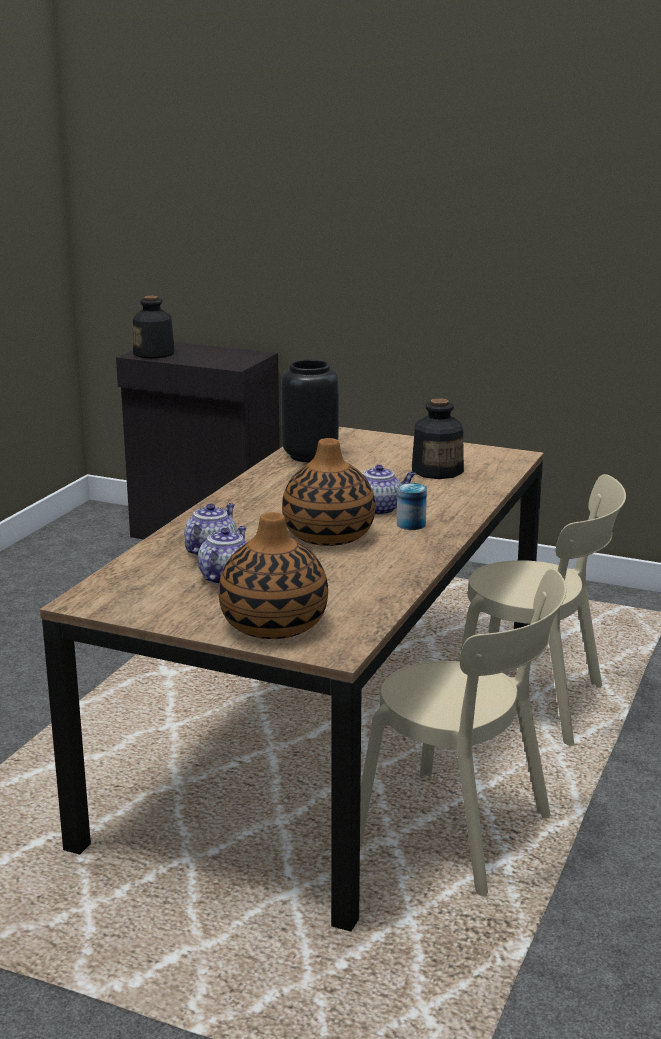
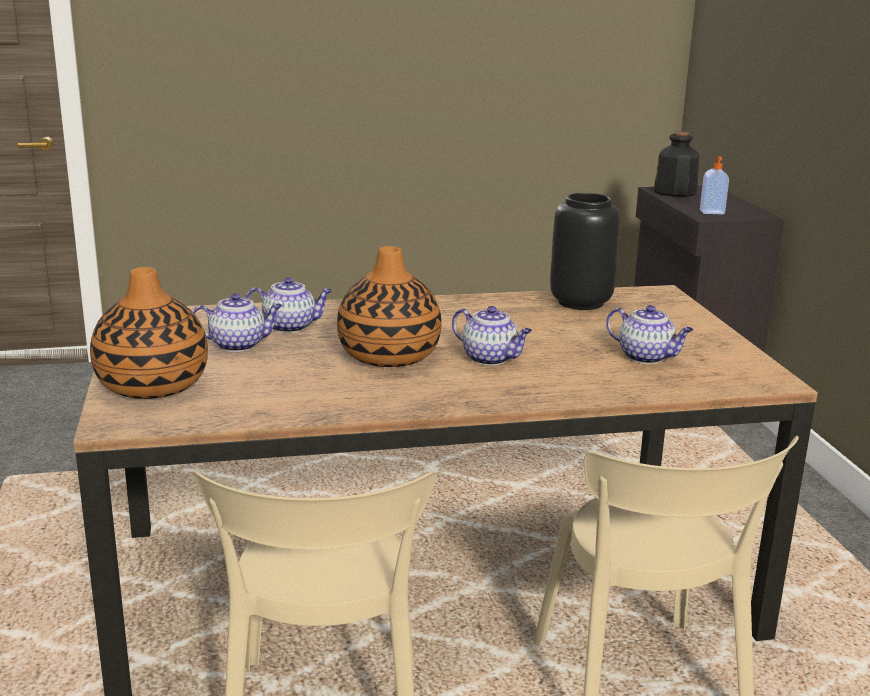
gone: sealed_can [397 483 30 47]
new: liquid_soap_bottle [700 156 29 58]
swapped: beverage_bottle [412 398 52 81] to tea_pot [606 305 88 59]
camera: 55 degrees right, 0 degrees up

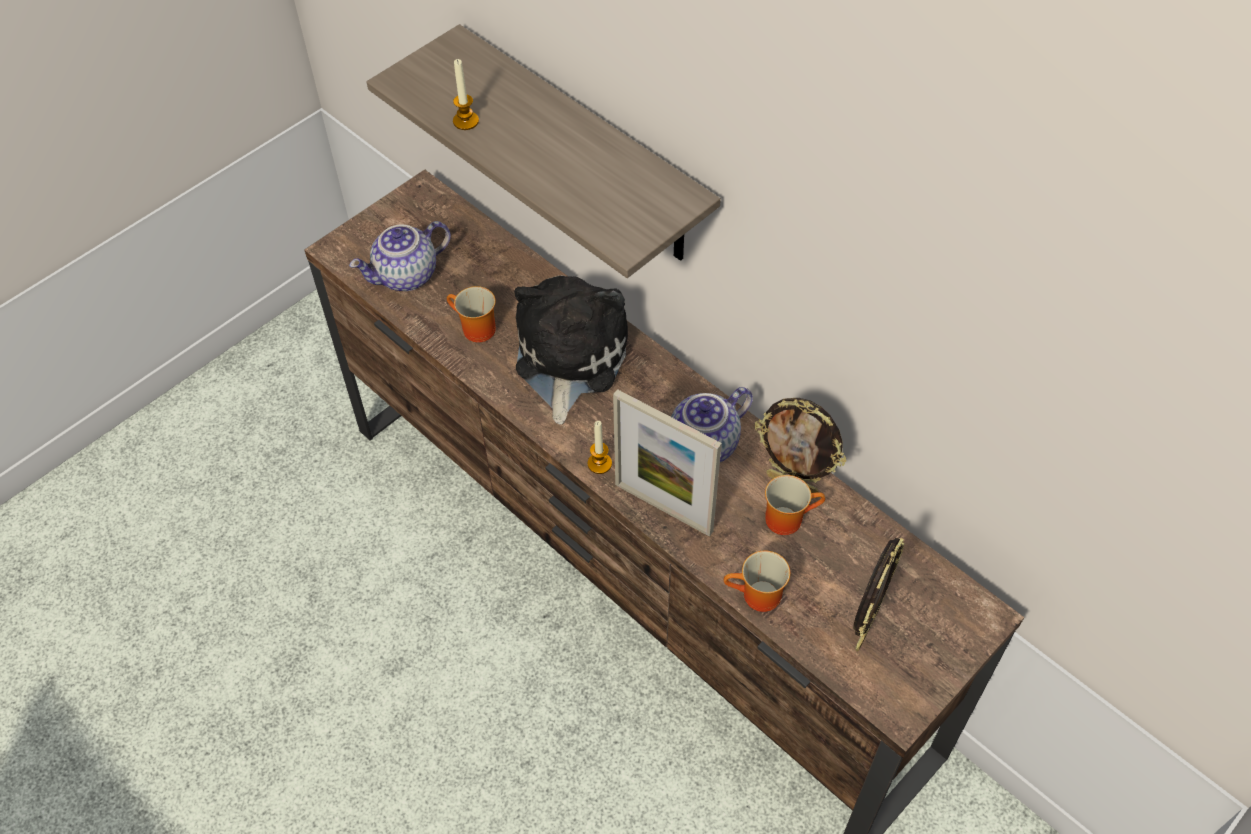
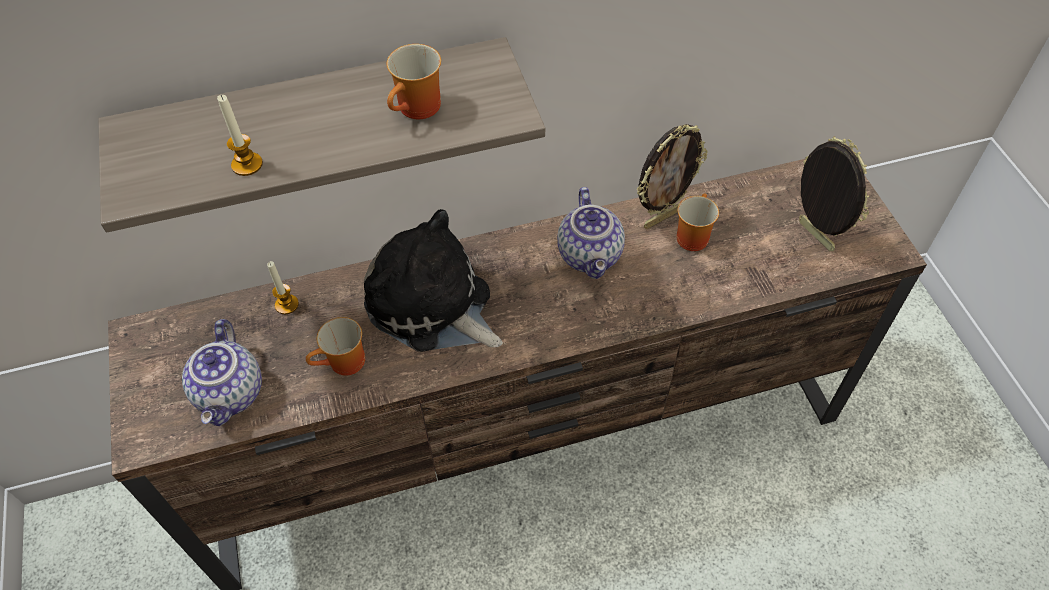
gone: standing_frame [613 389 109 148]
shifted: wax_candle [587 421 25 53] to [267 261 32 53]; mug [724 551 66 61] to [387 44 54 75]
camera: 60 degrees left, 0 degrees up

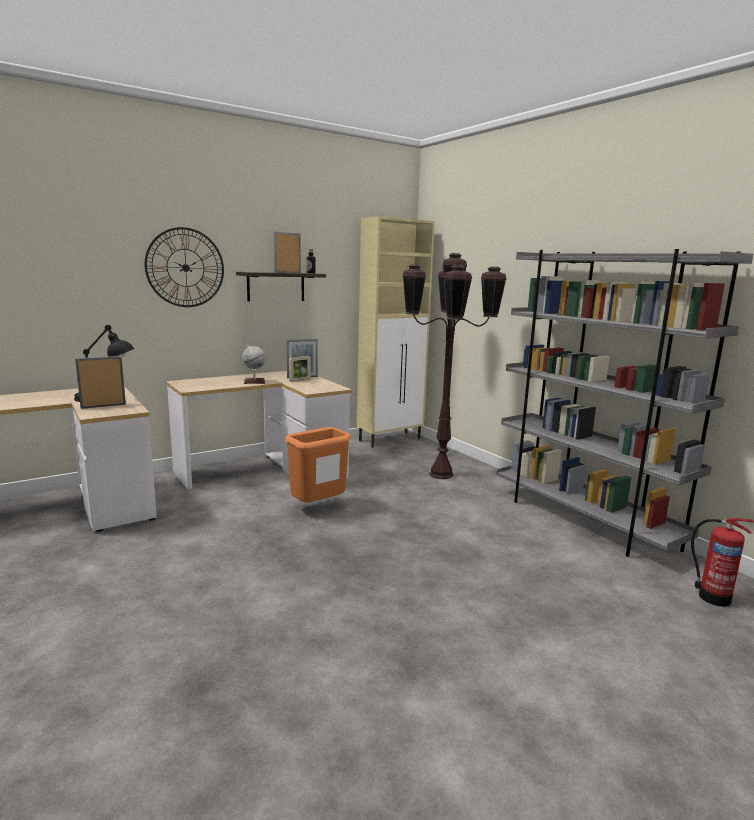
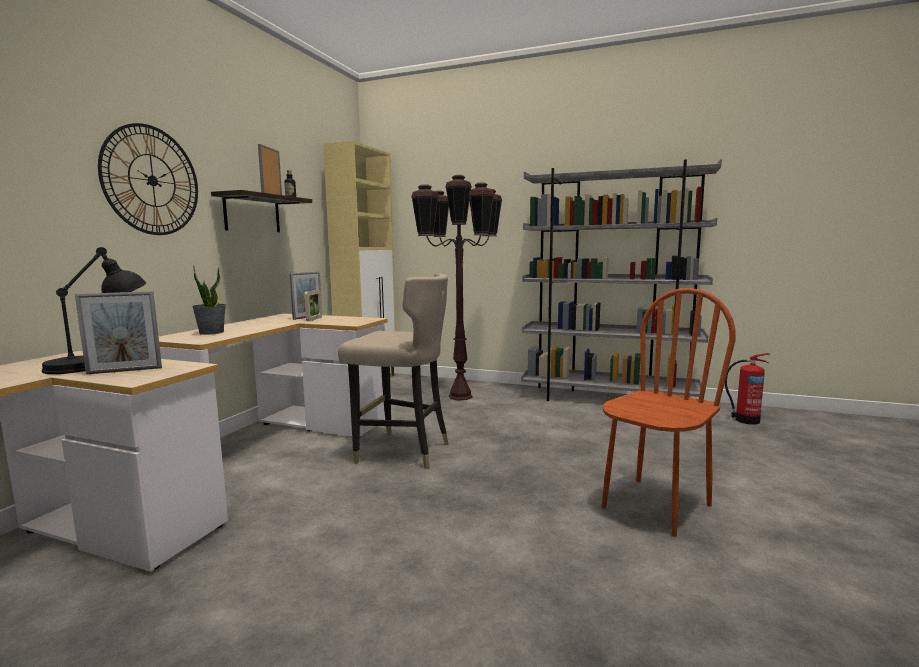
gone: globe [240 345 26 39]
new: plant_in_a_pot [192 265 34 70]; brownish_upright_chair [602 288 134 249]
swapped: orange_waste_bin [285 427 66 75] to beige_sitting_stool [338 273 111 196]
rotated: standing_frame [75 356 51 53] = [75 291 87 84] 135 degrees counterclockwise
camera: 35 degrees left, 5 degrees down

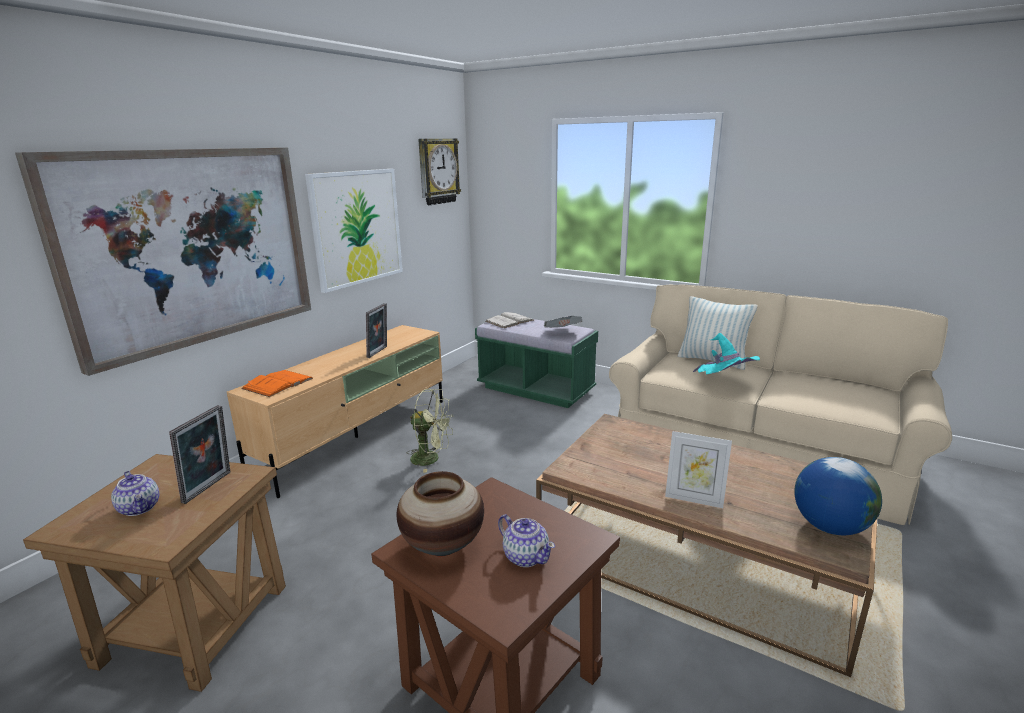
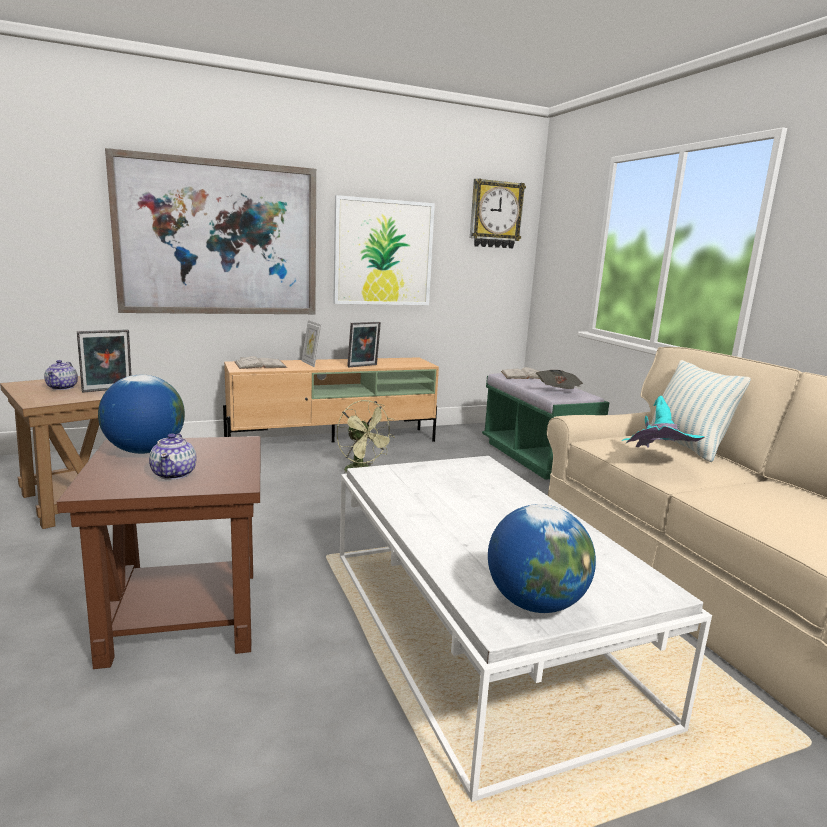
shifted: standing_frame [665 431 67 77] to [302 320 19 47]
swapped: flower_vase [397 471 87 86] to globe [98 375 87 79]
repainted: orange_bound_book [241 370 72 27] to white_bound_book [235 356 52 13]; brownish_coffee_table [536 414 341 263] to white_coffee_table [340 456 372 346]
camera: 35 degrees right, 5 degrees down

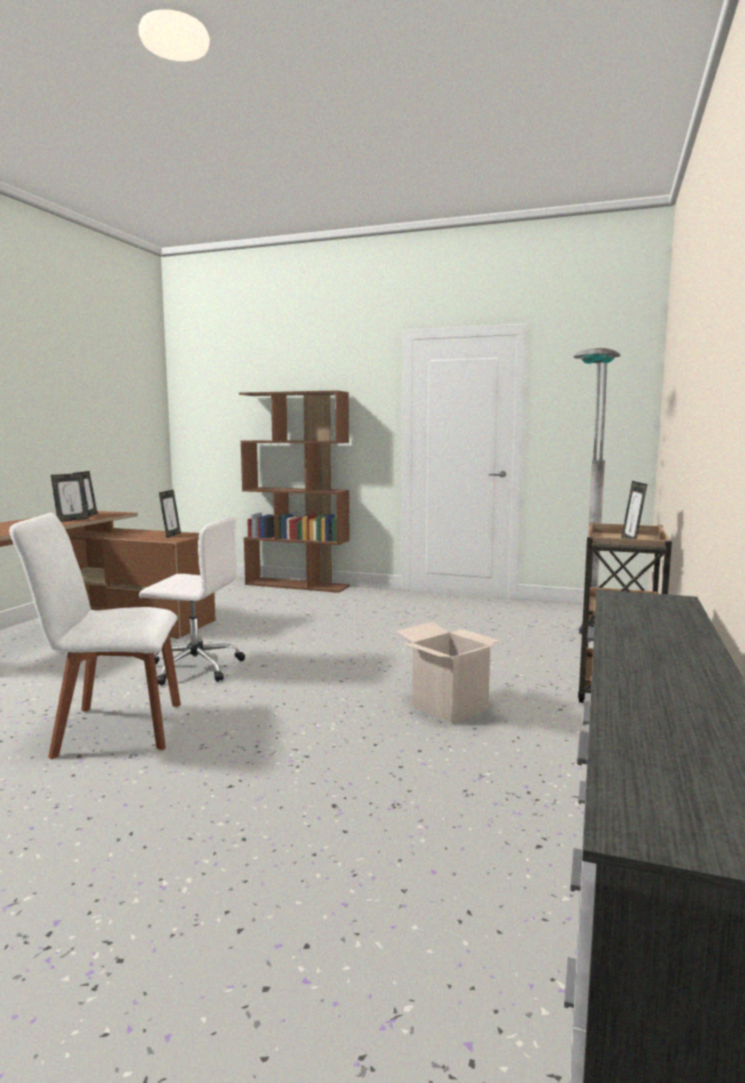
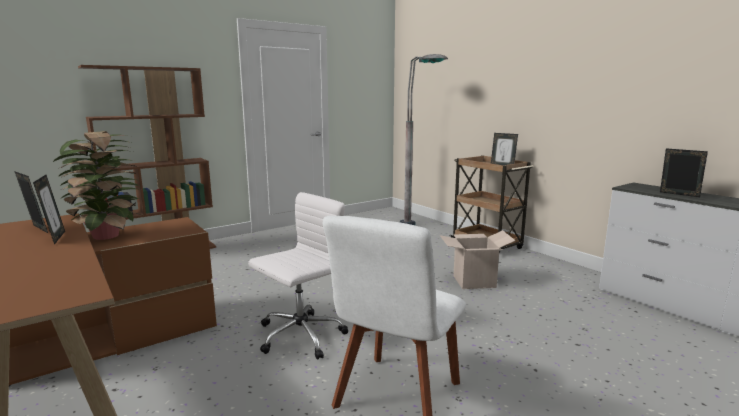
new: plant_in_a_pot [53 131 88 109]
shifted: standing_frame [159 490 22 48] to [660 148 48 49]
camera: 55 degrees left, 5 degrees up

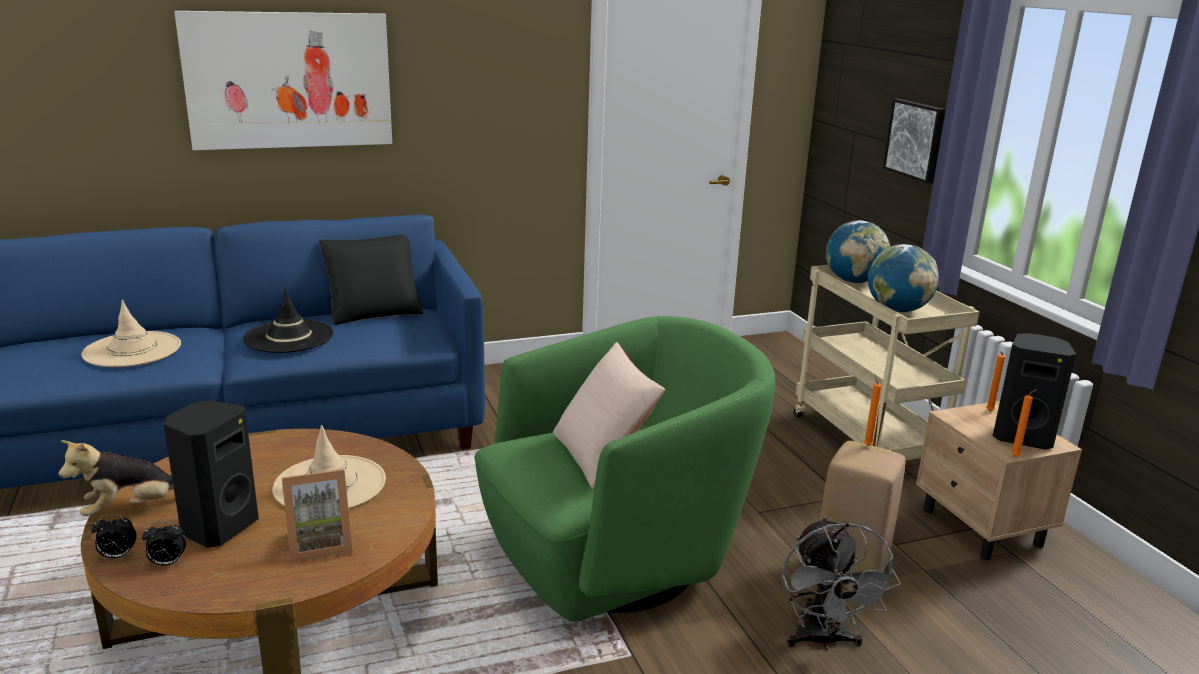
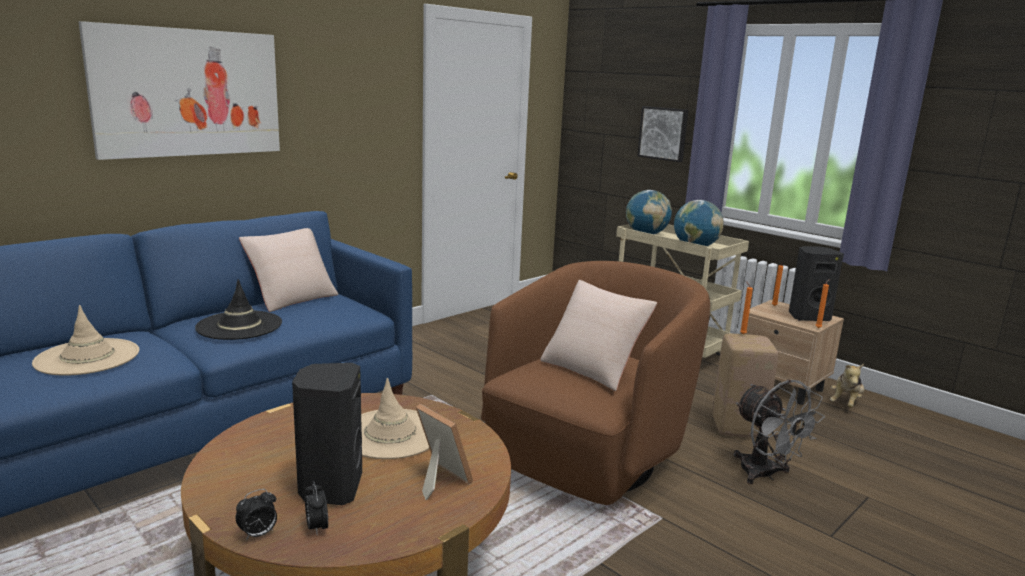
shifted: cuddly_toy [59 440 115 76] to [830 364 34 44]
repainted: black_cushion [319 235 104 90] to beige_cushion [239 228 100 84]; green-coloured_easy_chair [474 316 301 306] to brownish_easy_chair [481 261 229 244]
rotated: bedside_clock [142 521 44 45] = [305 481 23 55] 105 degrees clockwise; standing_frame [282 469 71 94] = [416 404 57 96] 90 degrees counterclockwise
camera: 25 degrees left, 5 degrees down

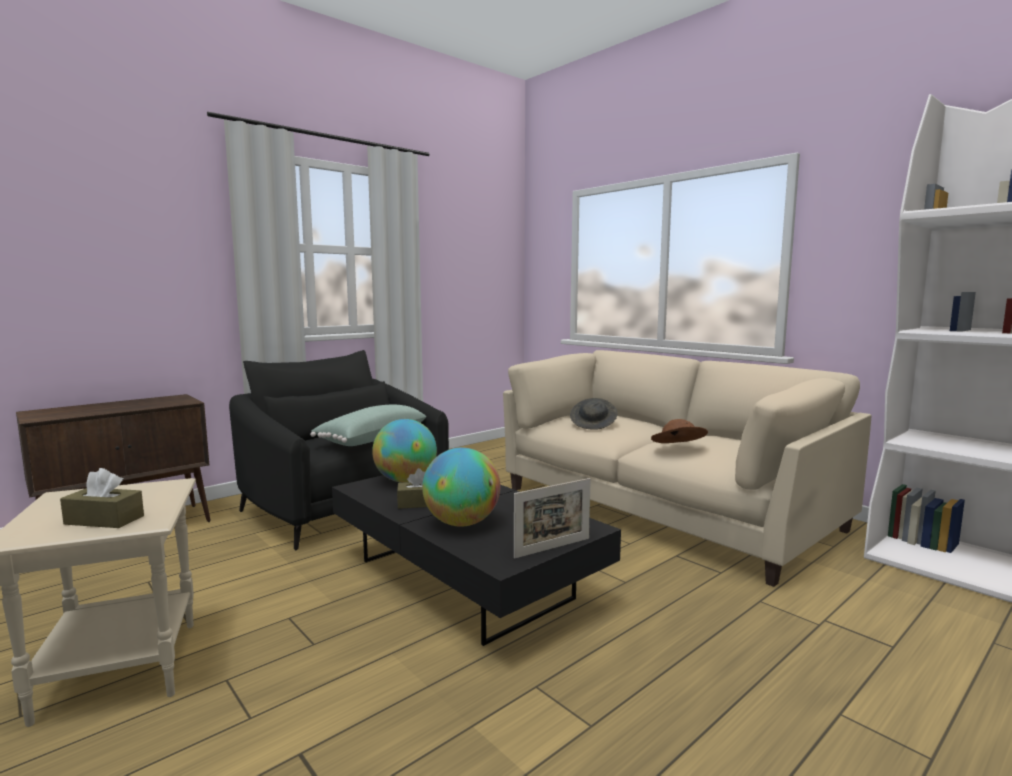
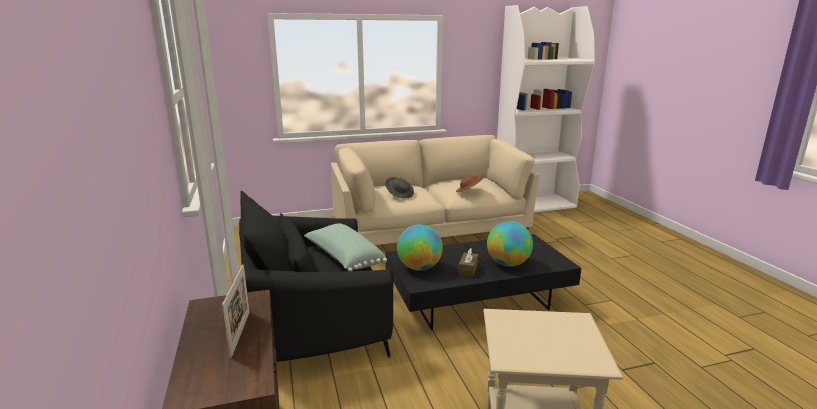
gone: brownish_box_of_tissues [60 468 84 60]
shifted: standing_frame [514 478 77 80] to [222 265 28 93]
camera: 65 degrees left, 10 degrees up

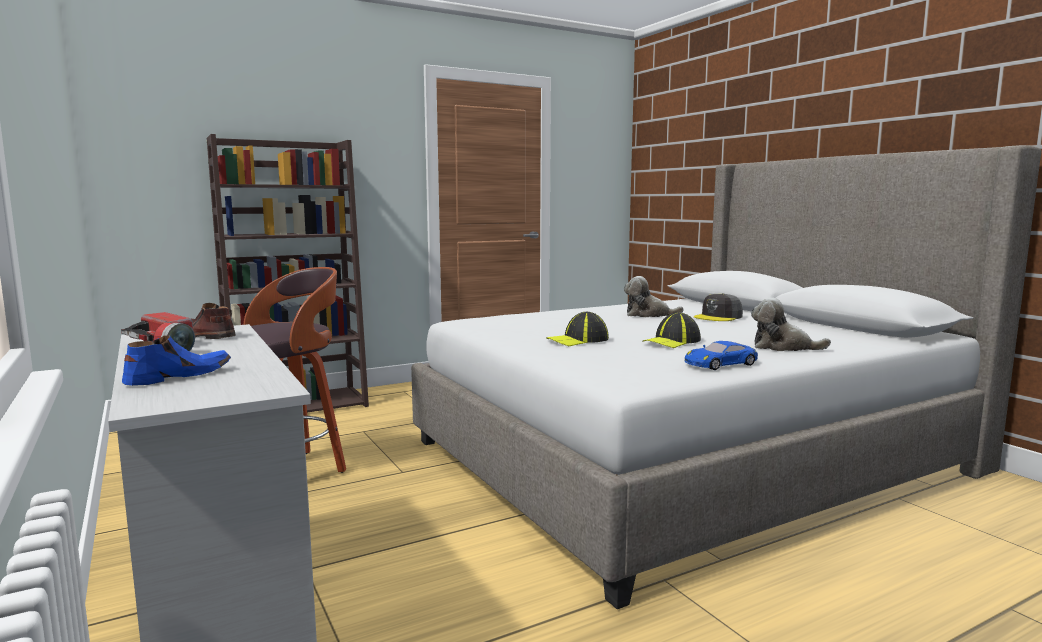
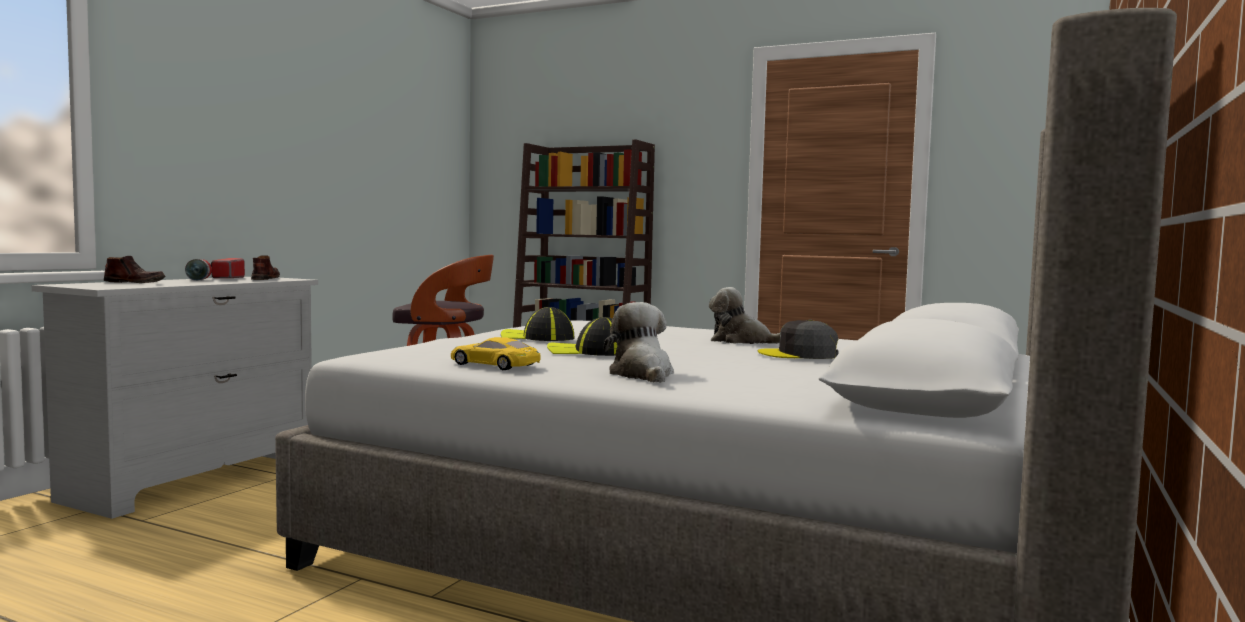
repainted: blue-coloured_shoe [122 335 109 51] to brownish_shoe [104 256 62 27]; blue-coloured_model_car [685 341 73 29] to yellow_model_car [451 337 90 33]
rotated: cuddly_toy [624 276 60 41] = [709 287 71 57] 45 degrees counterclockwise
camera: 55 degrees right, 5 degrees down

